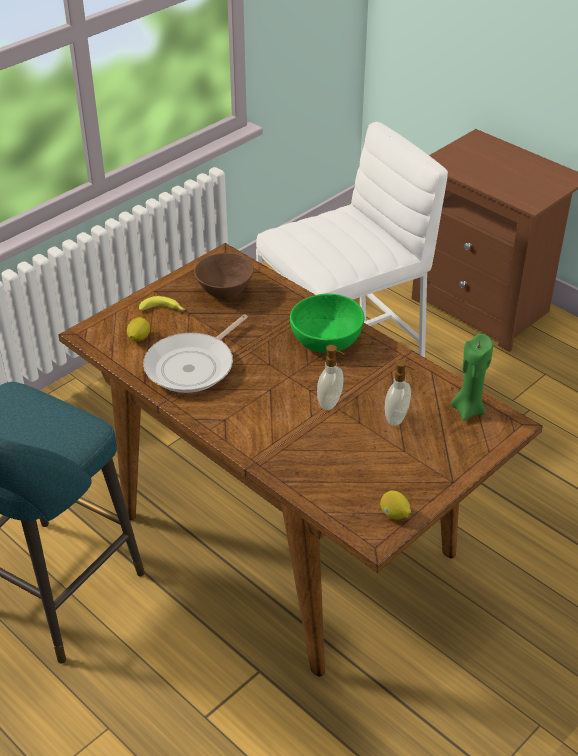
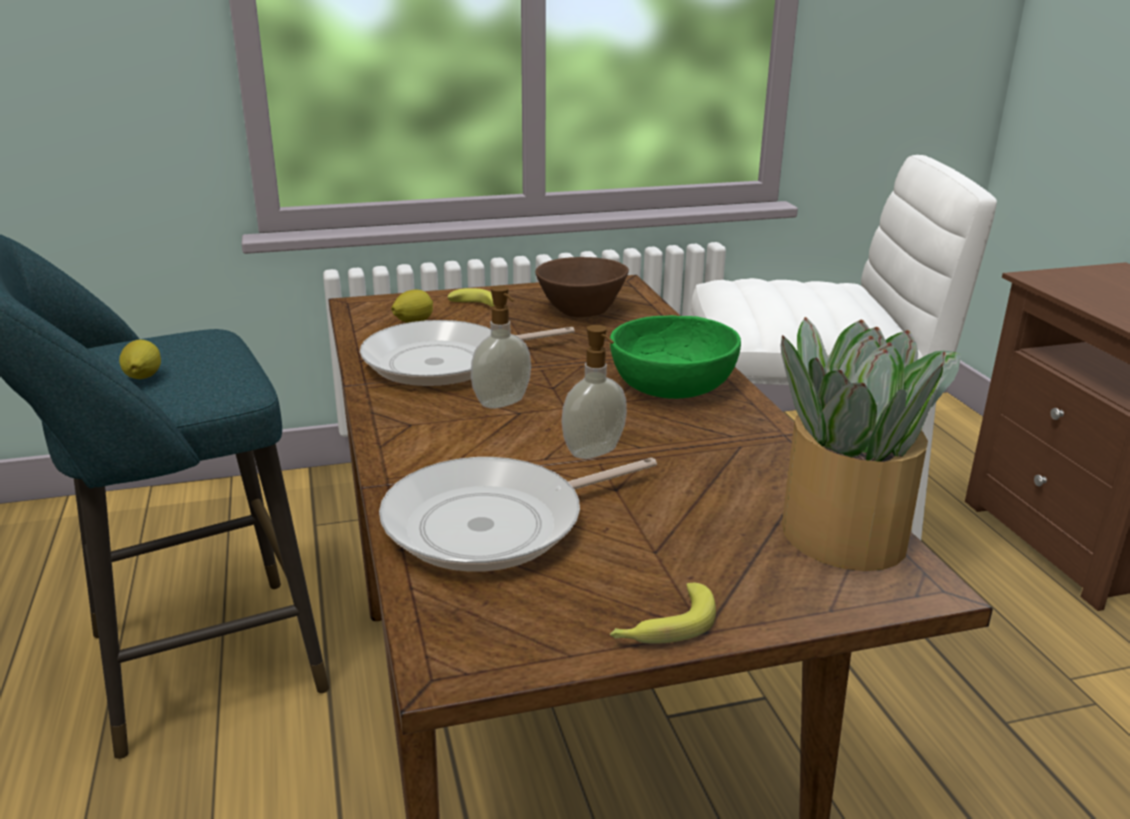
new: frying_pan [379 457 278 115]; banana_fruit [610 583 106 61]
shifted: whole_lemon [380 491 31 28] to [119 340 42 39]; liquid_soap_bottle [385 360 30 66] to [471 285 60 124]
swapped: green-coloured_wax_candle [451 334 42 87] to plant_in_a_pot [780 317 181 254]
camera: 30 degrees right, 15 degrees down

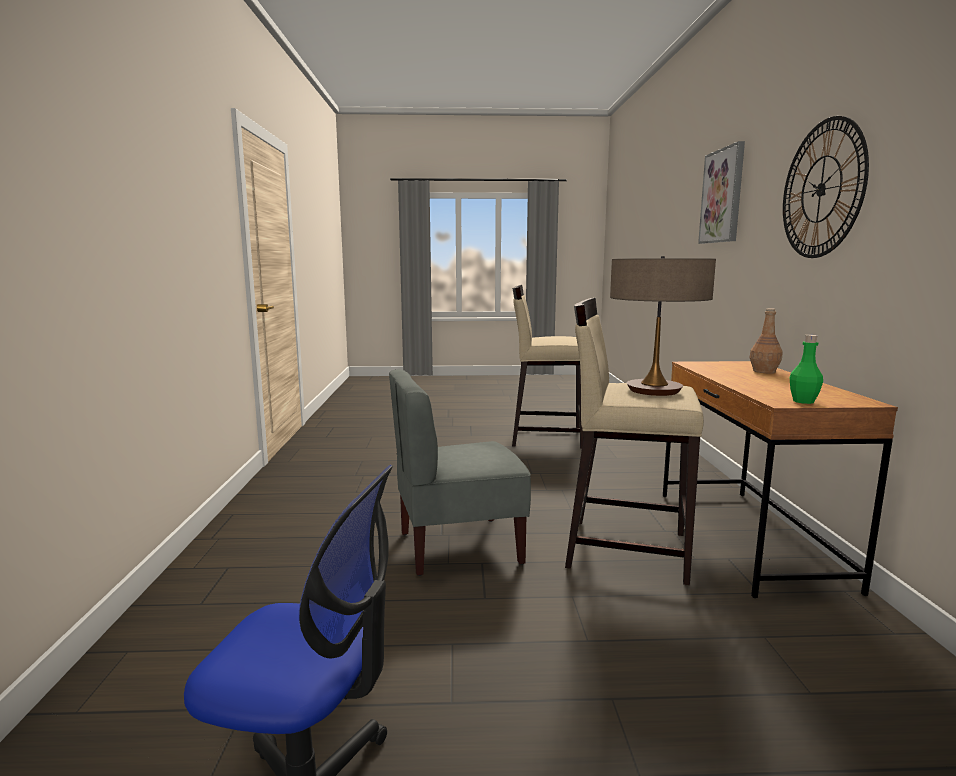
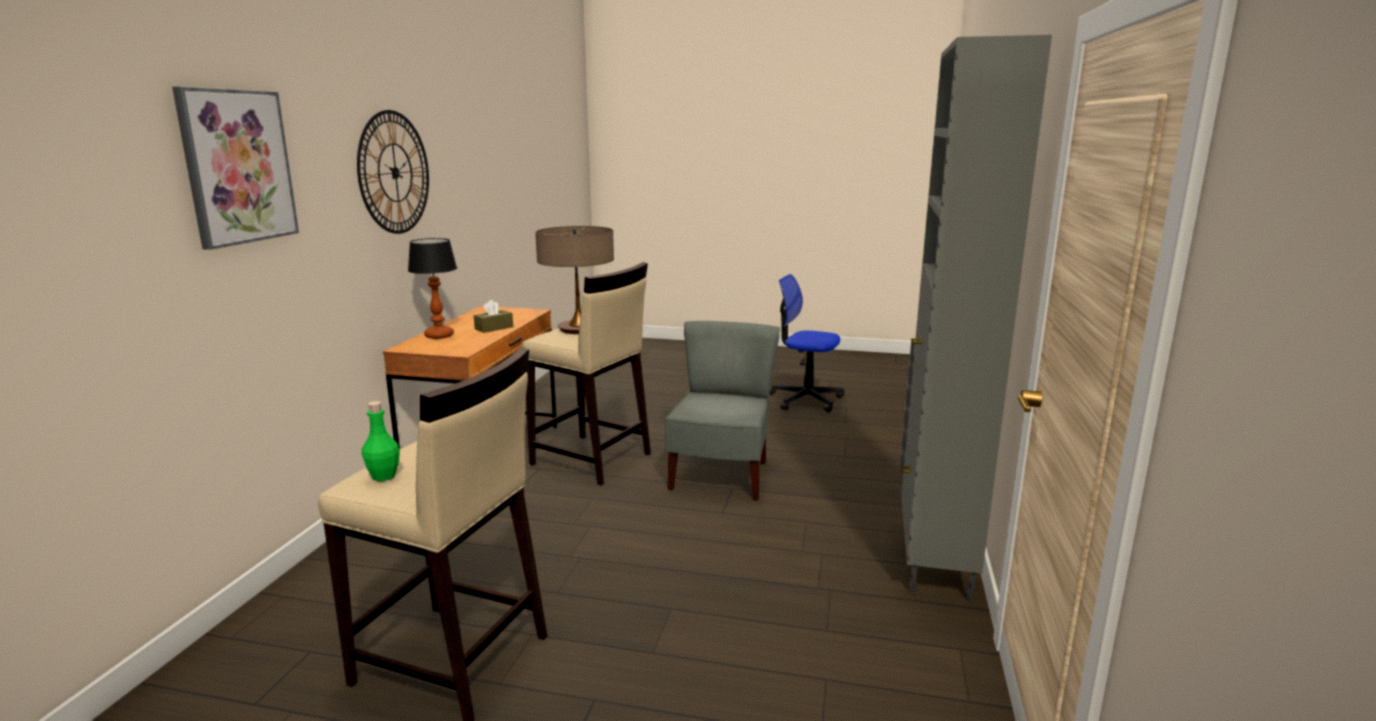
new: brownish_box_of_tissues [474 300 39 33]; grey_cabinet [900 35 152 567]
shifted: green-coloured_beverage_bottle [790 335 33 69] to [362 401 38 80]
swapped: brownish_beverage_bottle [750 308 33 65] to tabletop_lamp [408 238 49 101]
rotated: grey_upright_chair [389 369 142 207] = [665 321 115 180] 75 degrees counterclockwise
camera: 165 degrees left, 5 degrees up

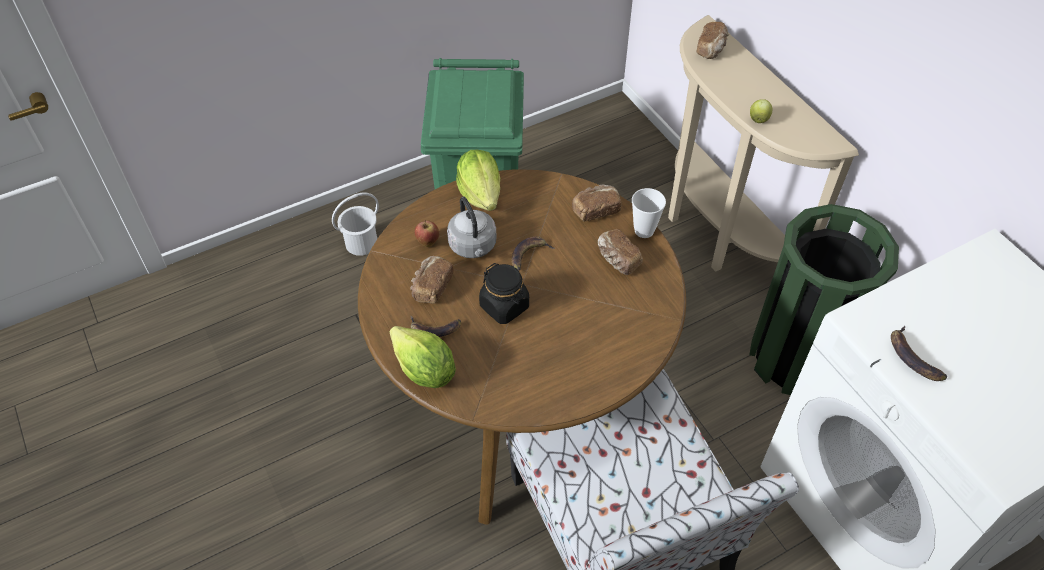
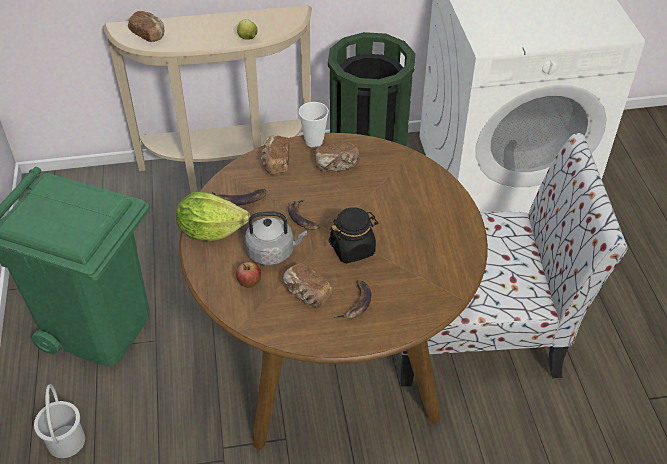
gone: lettuce [390 326 66 62]
shifted: banana_fruit [891 326 56 55] to [212 189 54 17]
camera: 70 degrees left, 5 degrees down

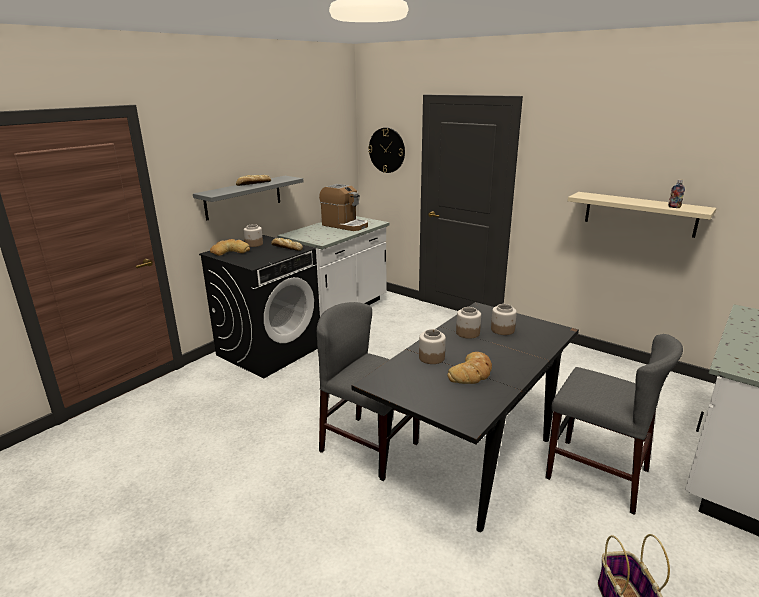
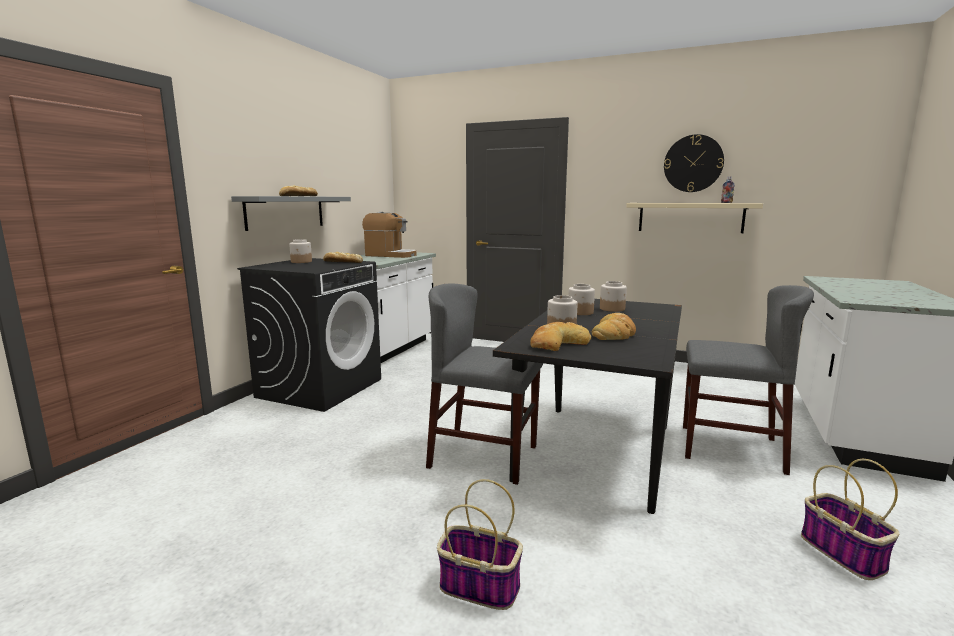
new: basket [437 479 86 131]
shifted: bread [210 239 40 17] to [530 322 61 29]; wall_clock [368 128 37 45] to [664 134 60 58]
camera: 15 degrees left, 10 degrees down

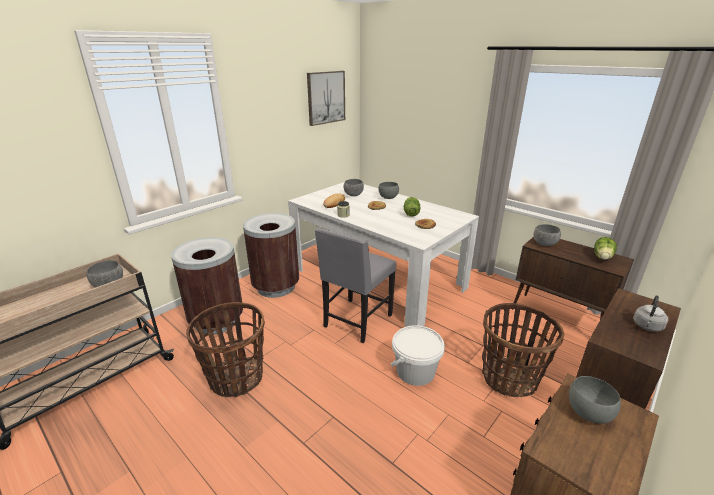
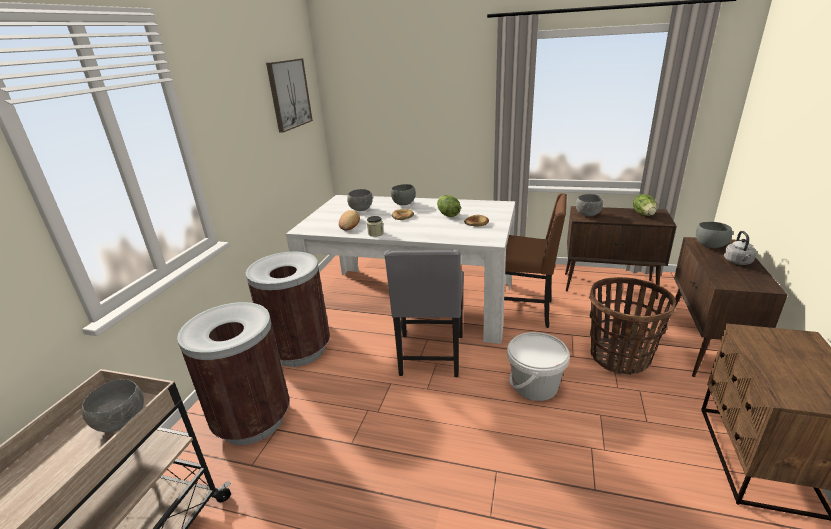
gone: basket [186 302 79 95]
new: brownish_upright_chair [504 193 63 135]
shifted: grey_bowl [569 376 52 47] to [696 222 36 26]
camera: 25 degrees left, 0 degrees up

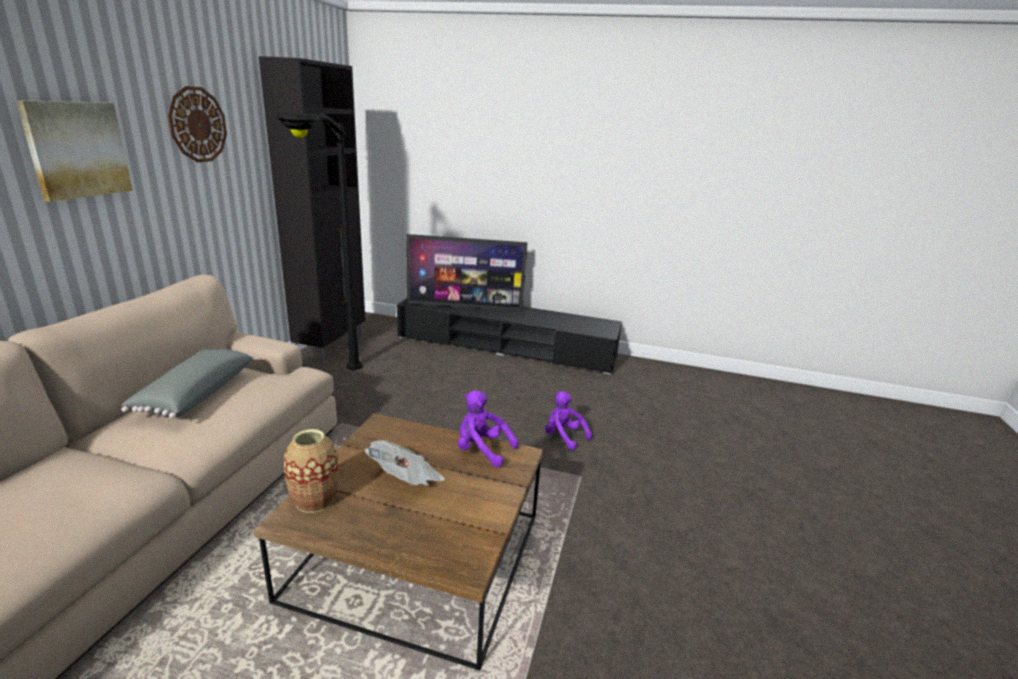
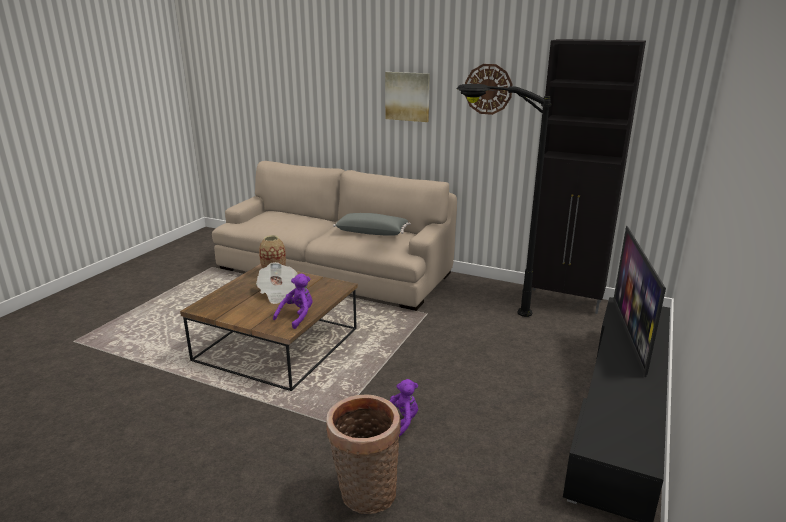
new: basket [326 394 75 120]
camera: 100 degrees right, 0 degrees up

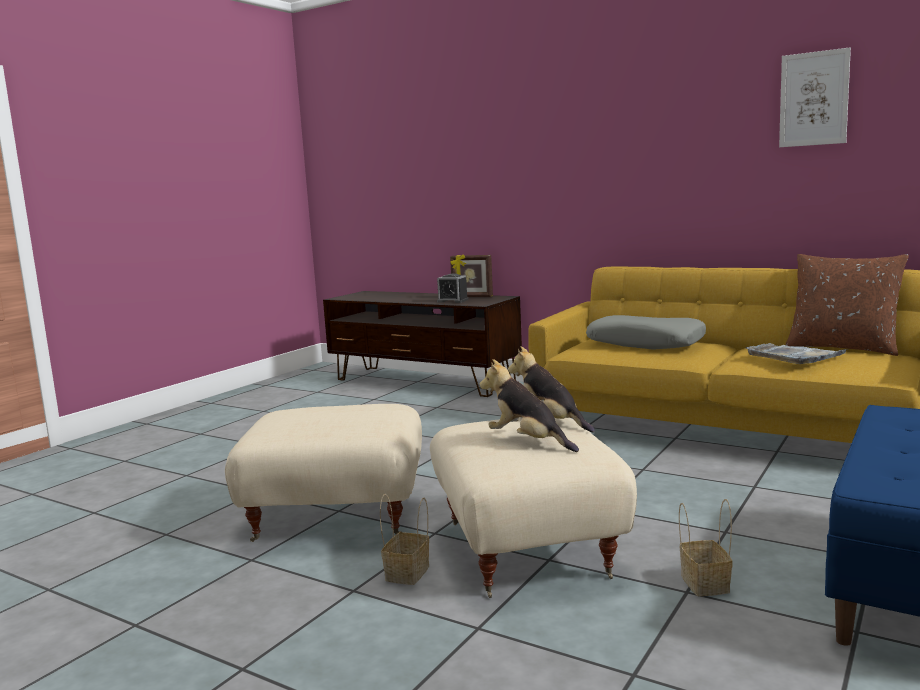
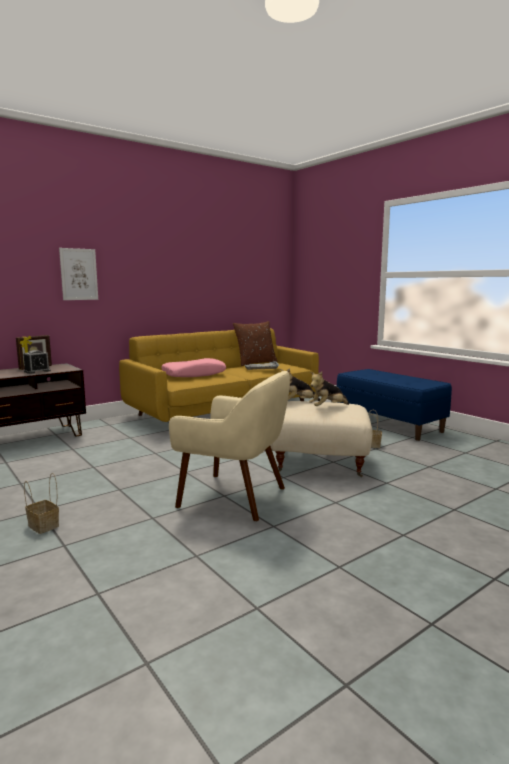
shifted: basket [380 494 49 91] to [24 473 35 61]; wall_art [779 47 72 100] to [59 248 39 52]
swapped: beige_footrest [225 404 197 138] to beige_easy_chair [169 371 121 151]
repainted: grey_cushion [586 315 120 35] to pink-coloured_cushion [161 358 65 19]
camera: 70 degrees left, 0 degrees up

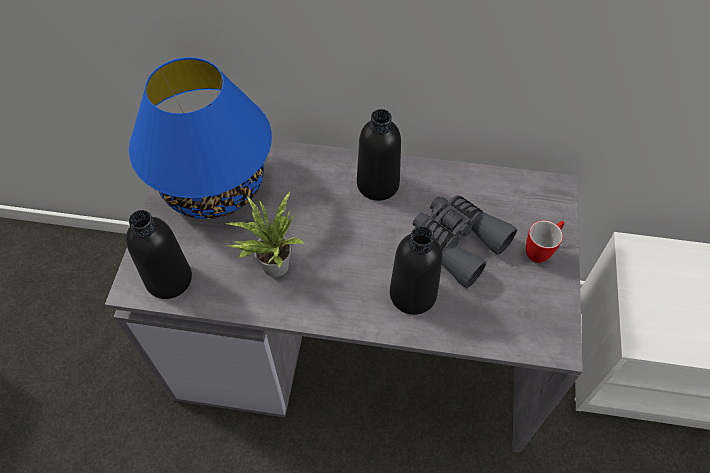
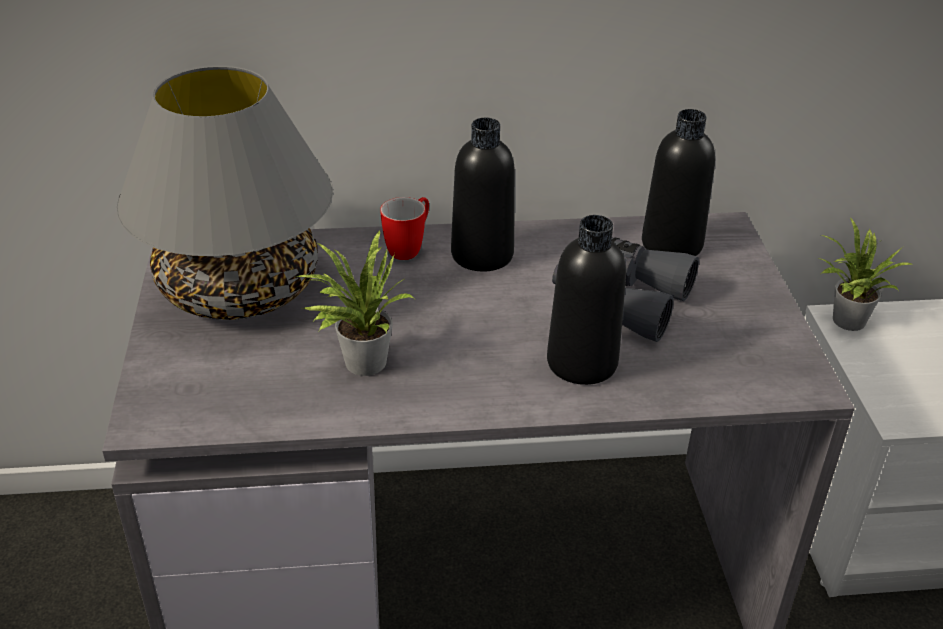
new: plant_in_a_pot [819 218 95 113]
shifted: mug [526 220 38 43] to [380 197 49 63]; black_beverage_bottle [126 210 66 89] to [642 109 73 147]
repainted: blue-coloured_tabletop_lamp [129 57 143 162] to grey_tabletop_lamp [116 66 217 254]
camera: 15 degrees left, 20 degrees down

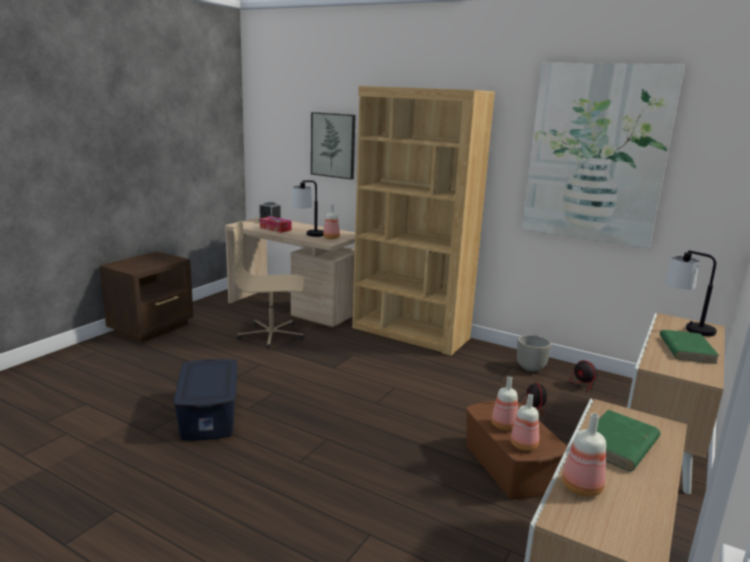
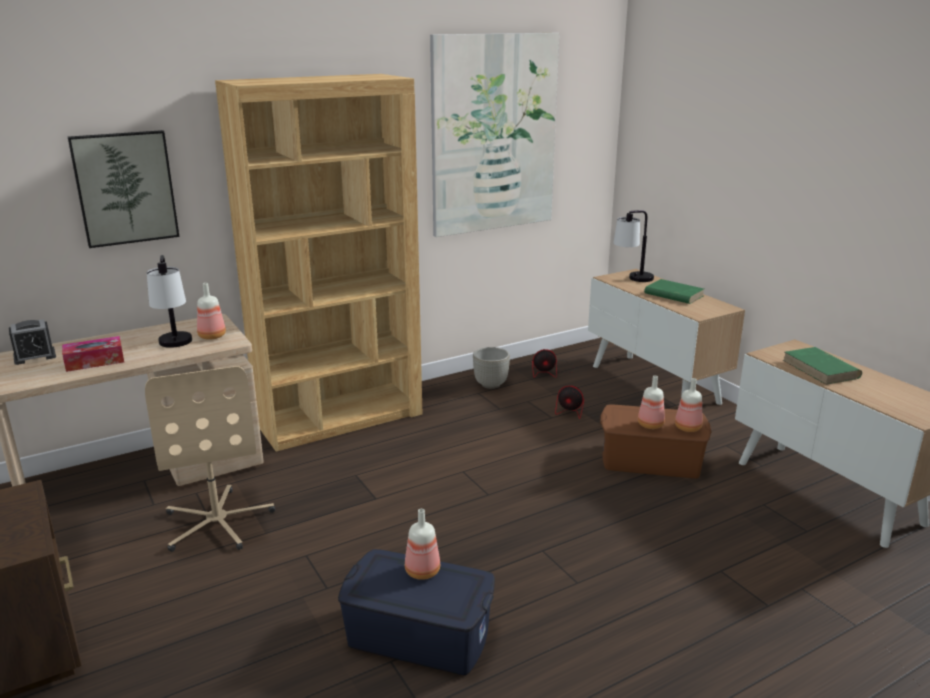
shifted: beverage_bottle [562 413 44 84] to [405 509 35 71]
rotated: beige_office_chair [233 221 71 127] = [145 366 130 186] 45 degrees counterclockwise
camera: 60 degrees left, 5 degrees up

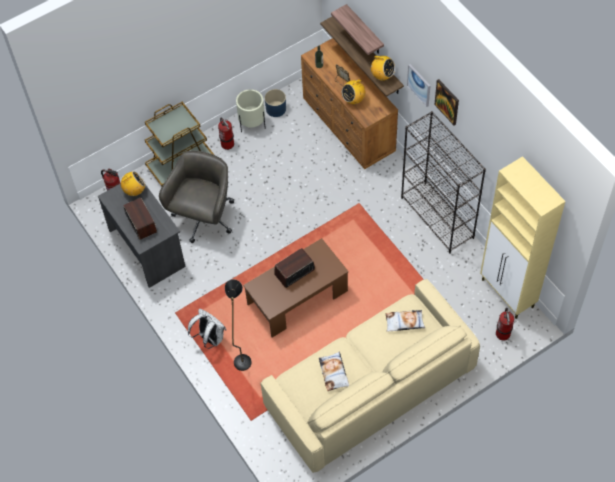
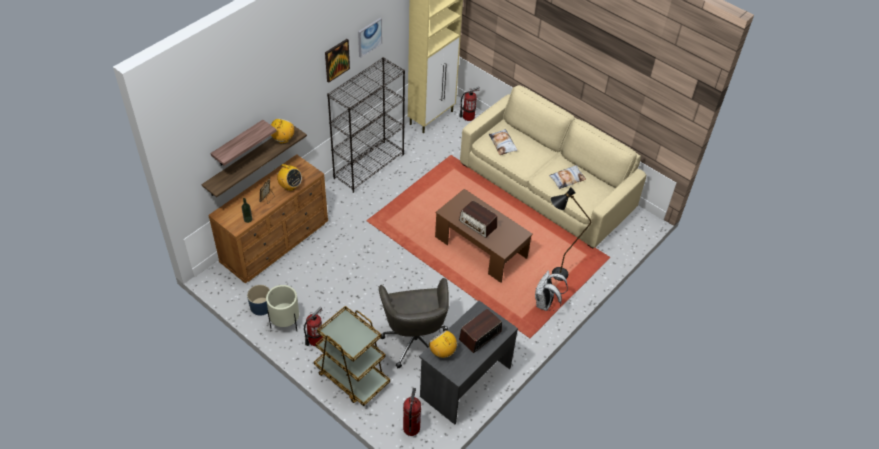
shifted: wall_art [407 64 24 43] to [358 18 24 40]
rotated: grey_office_chair [159 150 75 93] = [379 278 70 90] 105 degrees counterclockwise
camera: 110 degrees left, 10 degrees down

